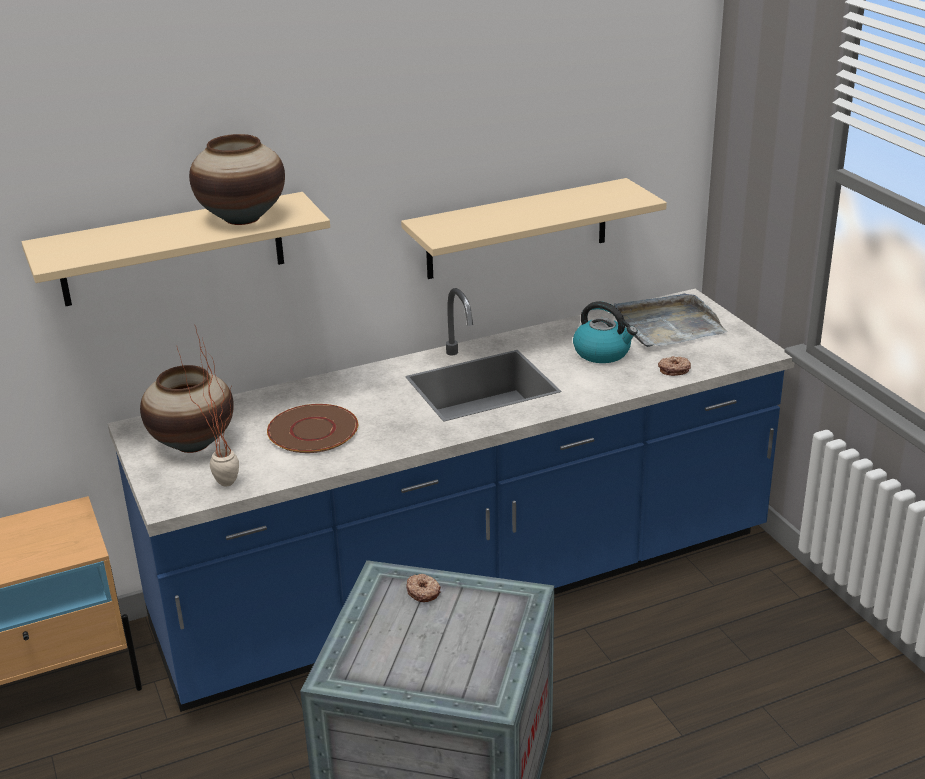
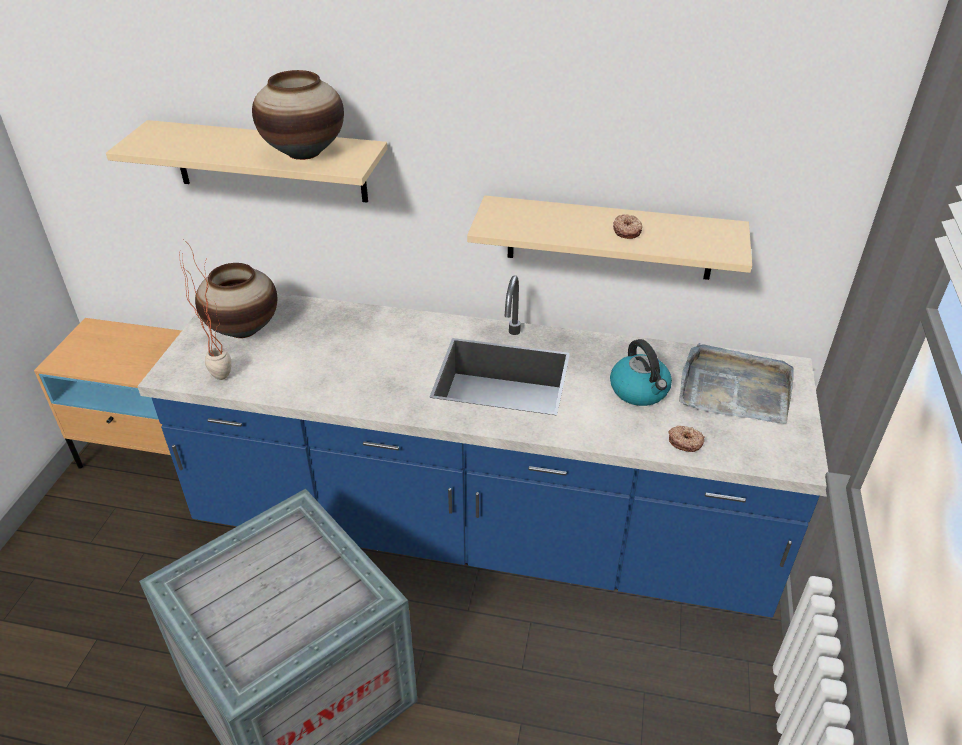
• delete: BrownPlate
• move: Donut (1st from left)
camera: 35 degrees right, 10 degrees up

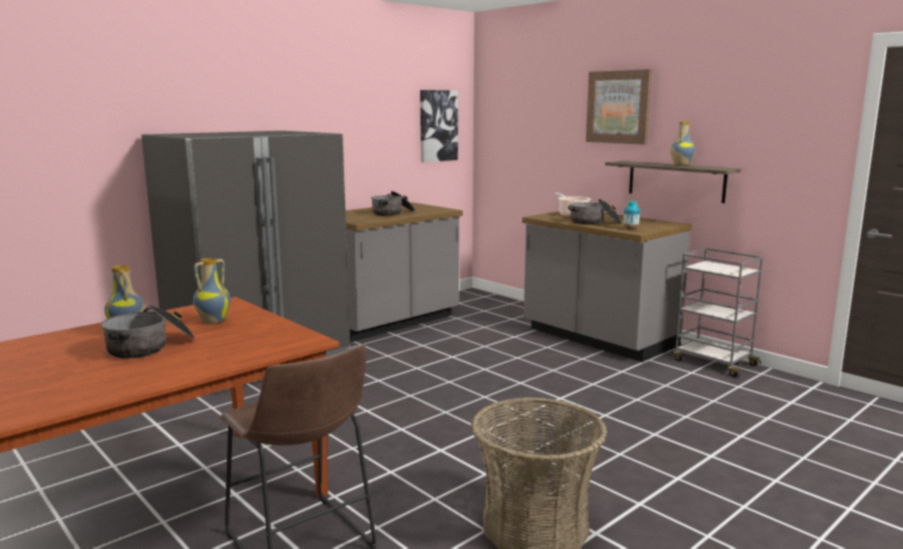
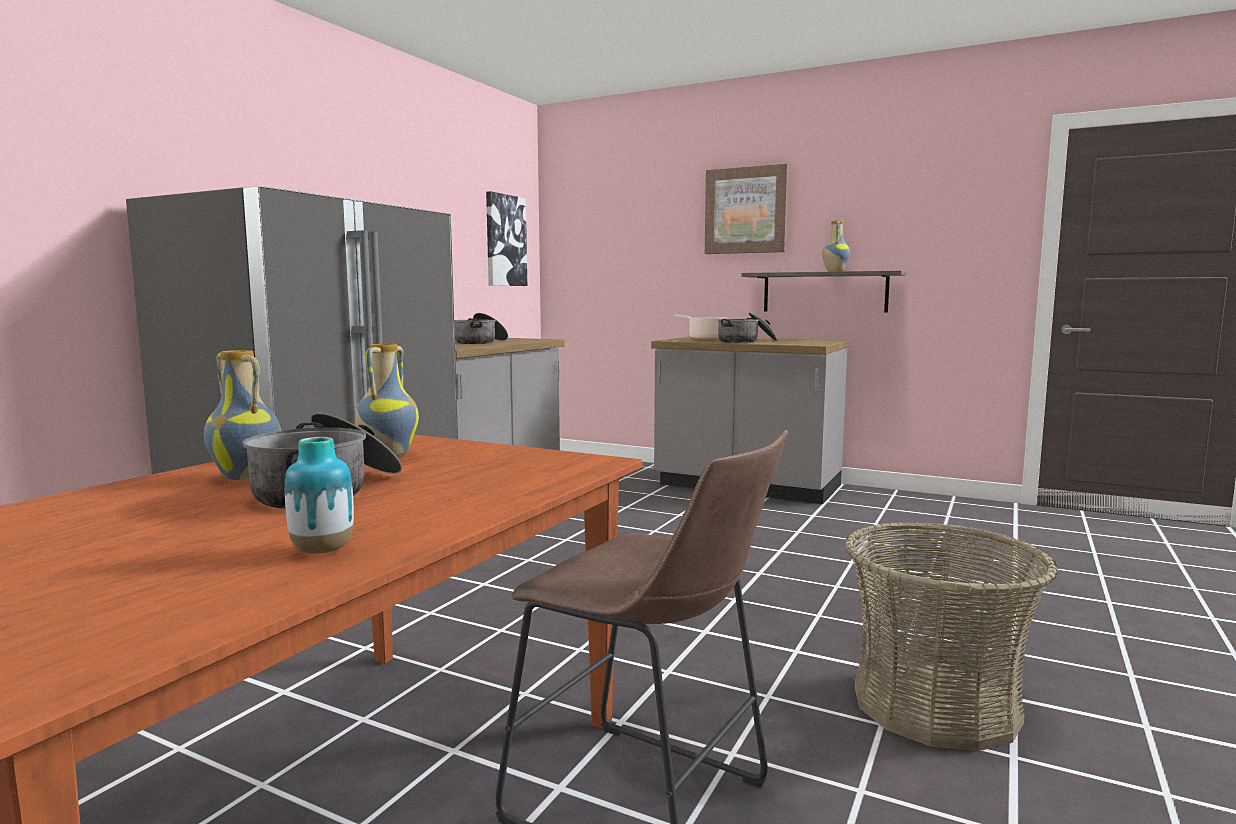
• delete: GreyCart
• move: Vase (3rd from left in the first image) to Vase (2nd from left)
camera: 20 degrees left, 5 degrees down

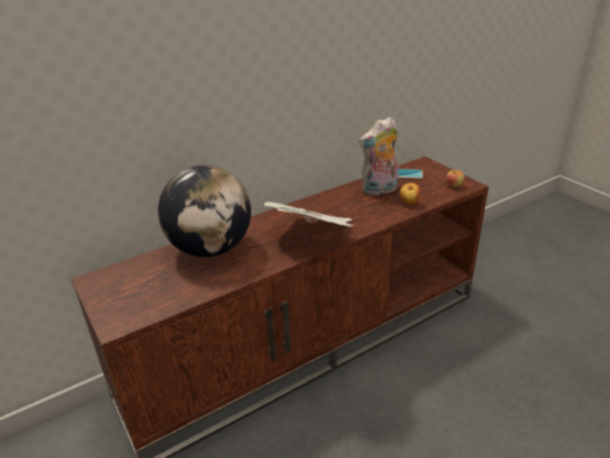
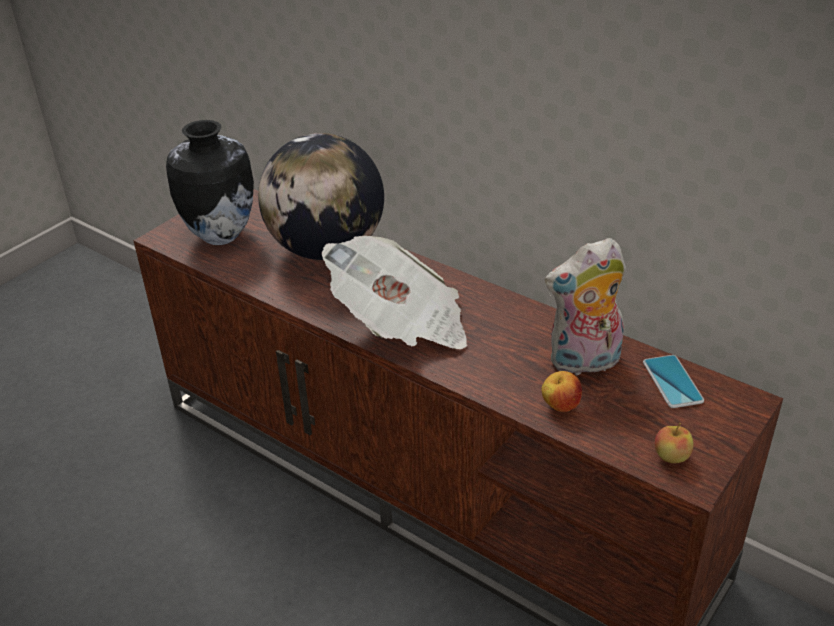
• insert: Vase
• rotate: PlushToy 60 degrees counterclockwise
camera: 70 degrees right, 5 degrees up

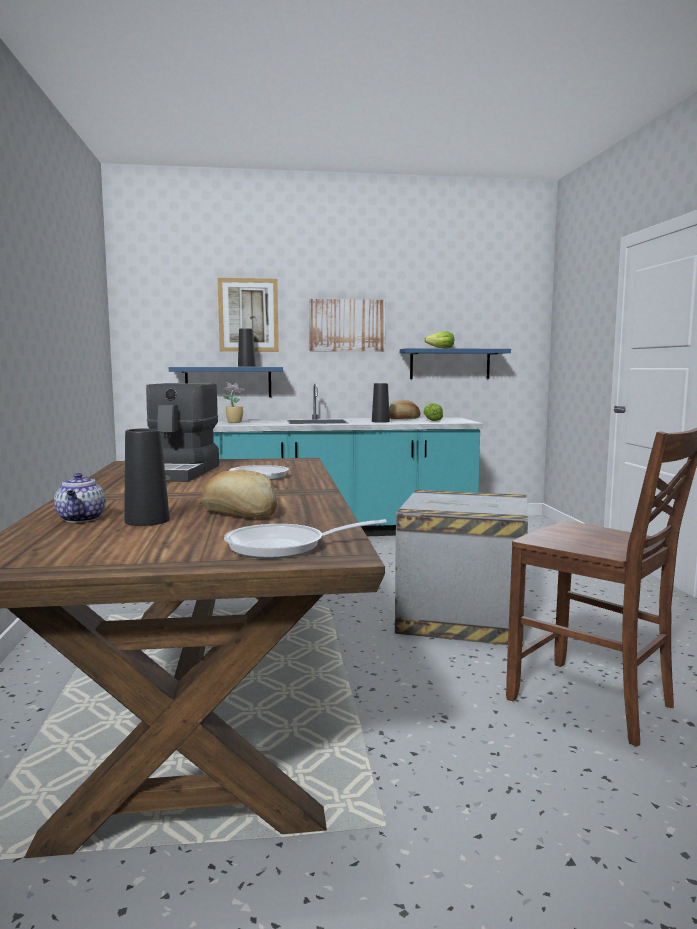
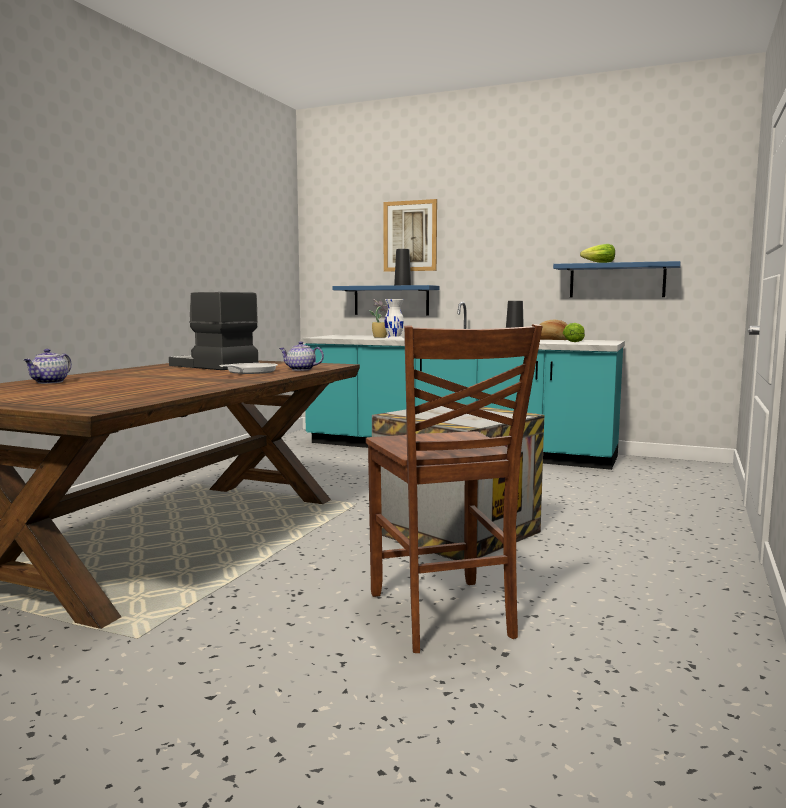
• delete: BlackVase (1st from left)
• delete: Bread (1st from left)
• delete: FryingPan (2nd from left)
• delete: Picture (2nd from left)
• insert: Teapot (2nd from left)
• insert: WhiteVase
• rotate: CoffeeMachine 90 degrees clockwise
camera: 30 degrees right, 0 degrees up

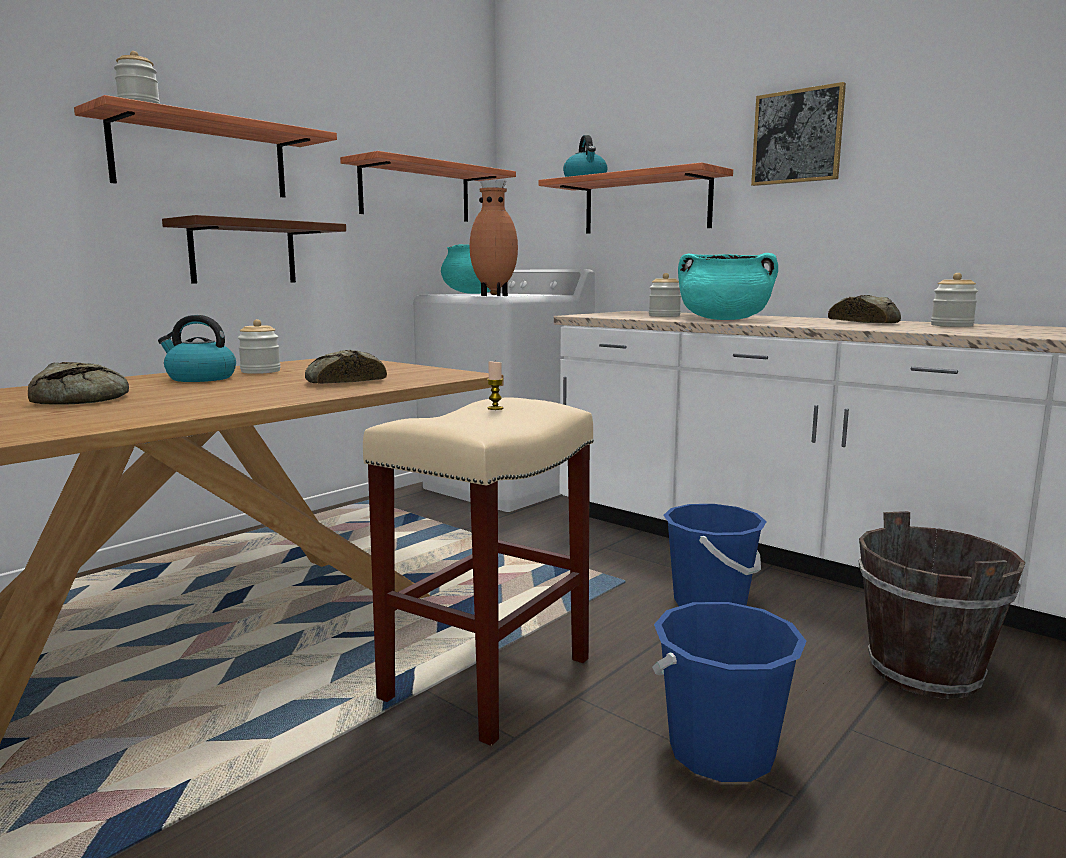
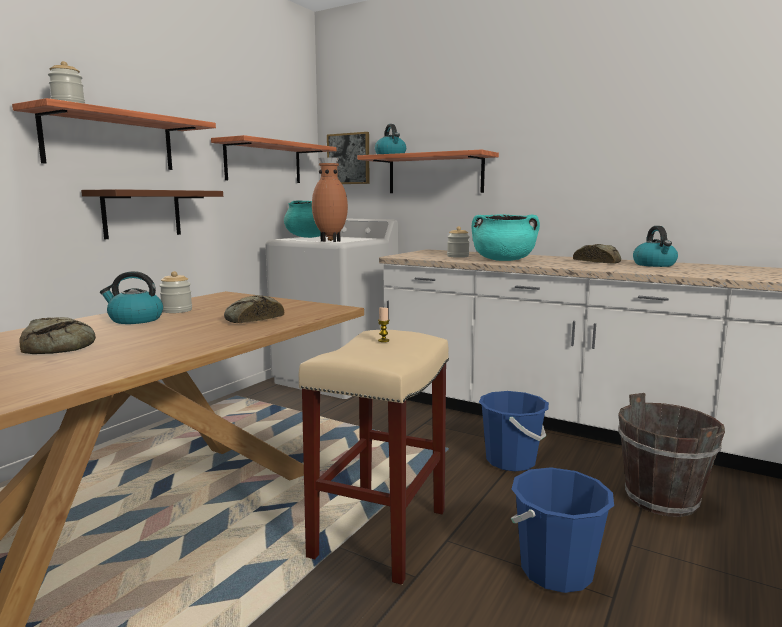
• move: Picture
• replace: Jar (4th from left) to Kettle (3rd from left)
camera: 10 degrees left, 0 degrees up

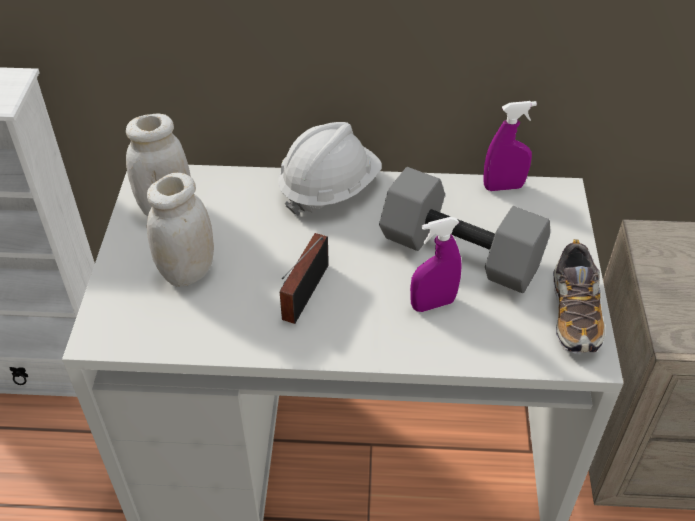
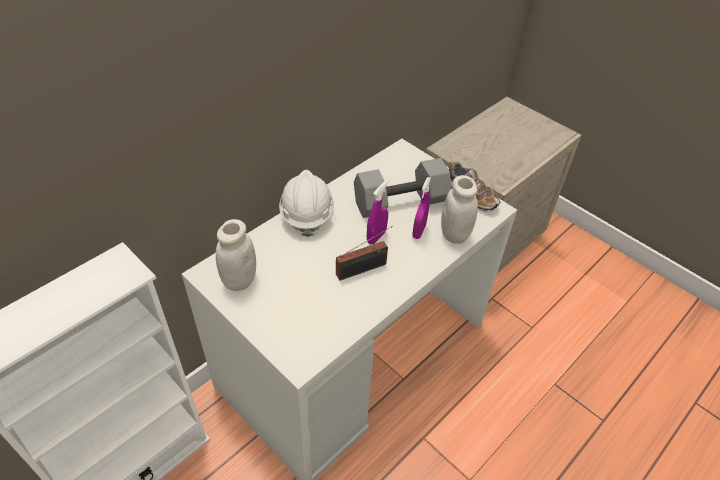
• move: WhiteJar (2nd from left)
• move: PurpleSprayBottle (2nd from left in the first image) to PurpleSprayBottle (1st from left)
• rotate: Radio 90 degrees counterclockwise
camera: 50 degrees left, 0 degrees up

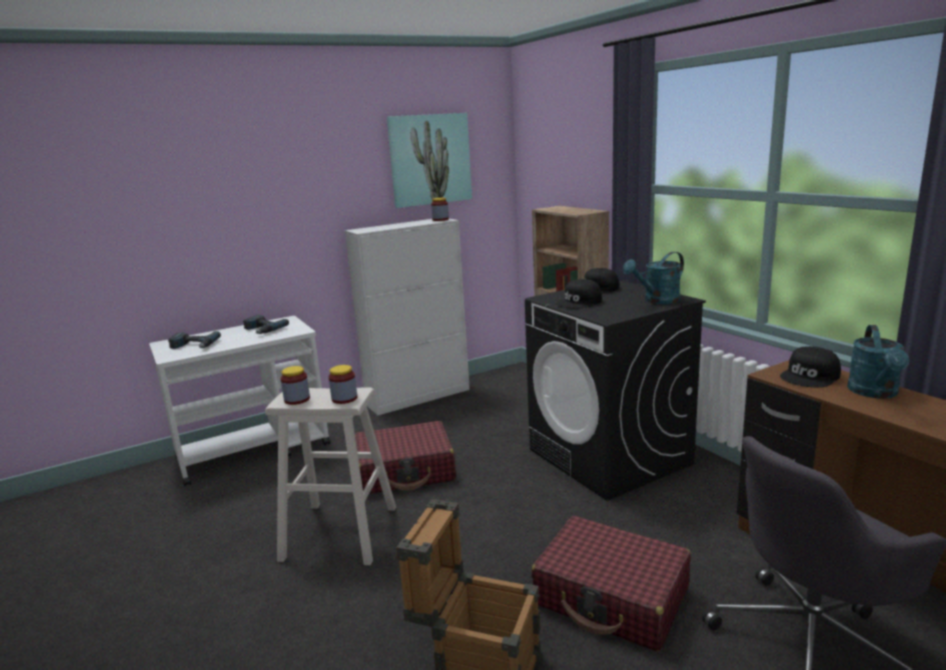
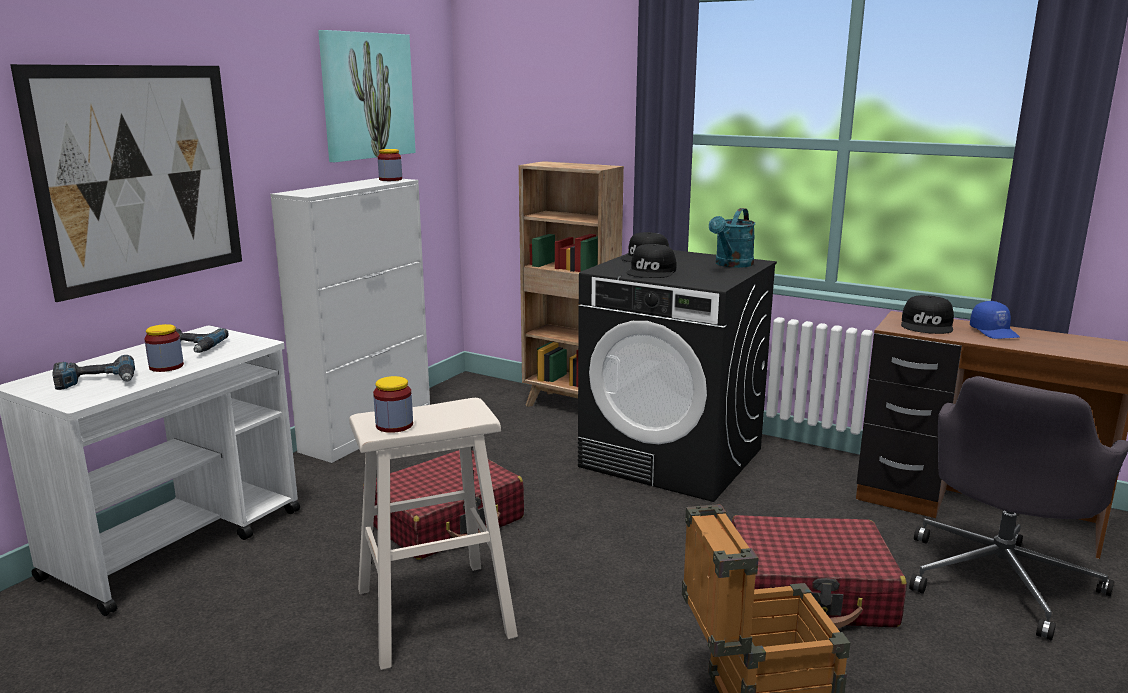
• insert: Picture (1st from left)
• move: Jar (2nd from left in the first image) to Jar (1st from left)
• replace: TurquoiseWateringCan (2nd from left) to BlueCap
camera: 30 degrees left, 0 degrees up

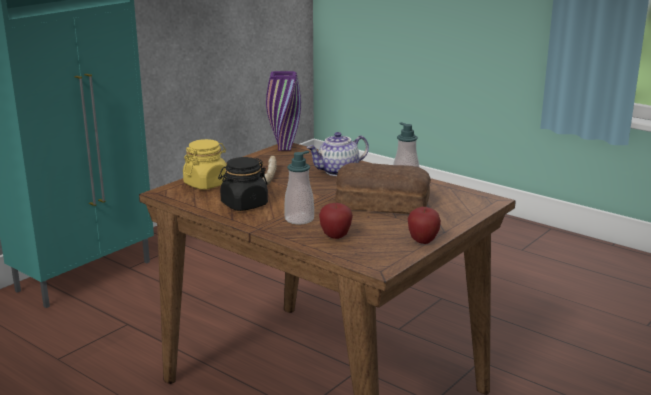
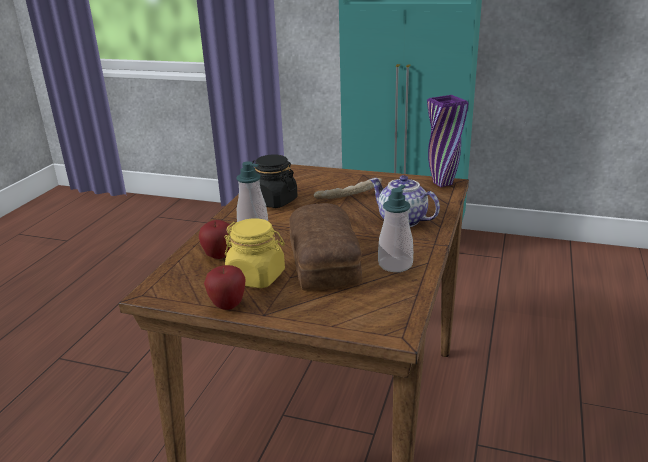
• move: YellowJar
camera: 70 degrees right, 5 degrees up

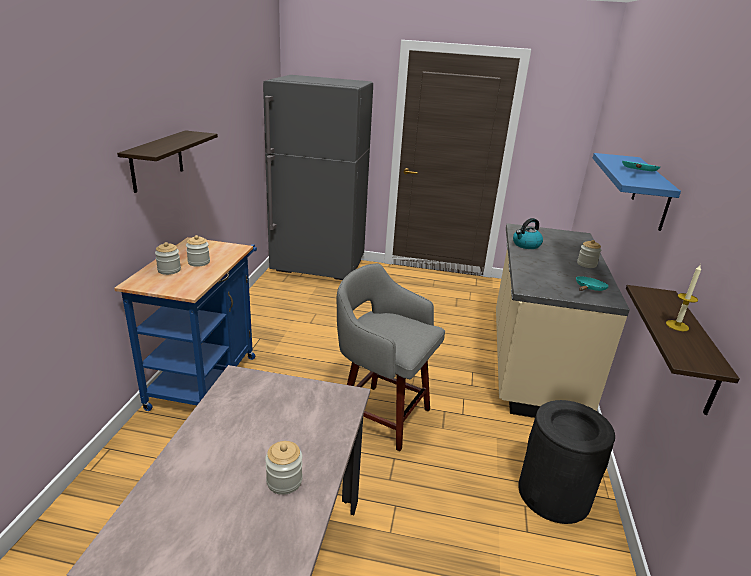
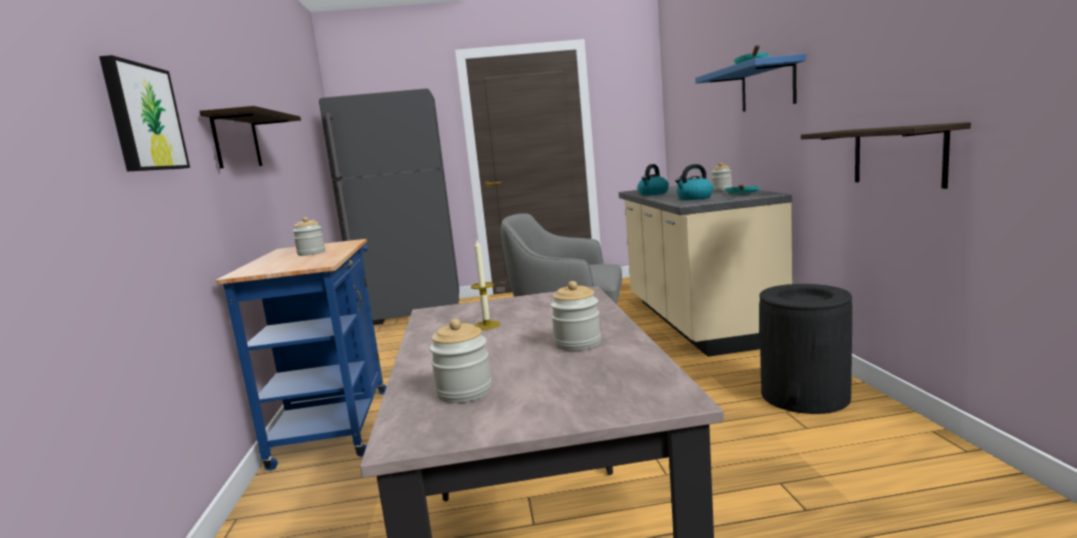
• insert: Picture
• insert: Kettle (2nd from left)
• move: Jar (1st from left in the first image) to Jar (2nd from left)
• move: Candle
camera: 15 degrees left, 15 degrees down

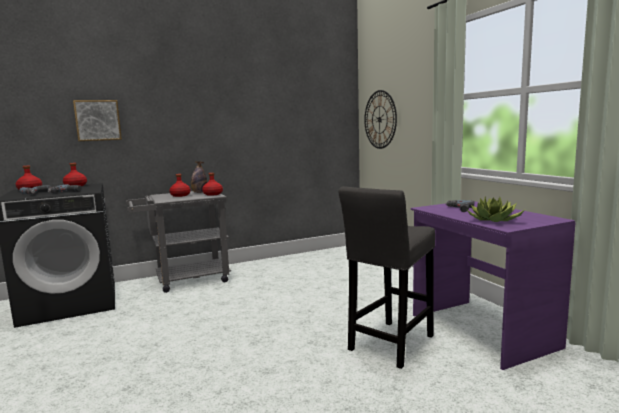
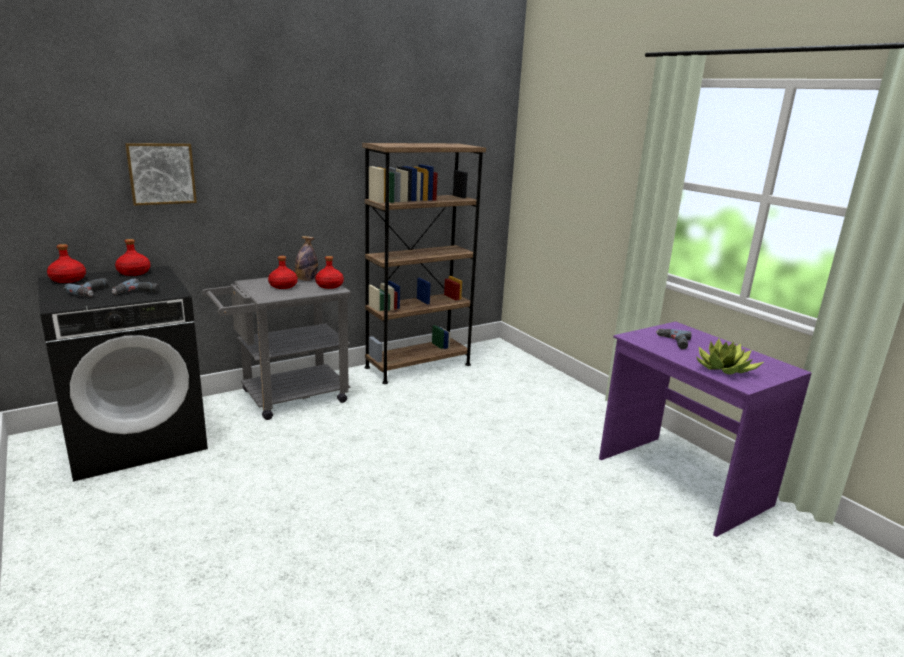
• delete: GreyStool
• delete: WallClock
• insert: BrownBookcase
camera: 10 degrees left, 10 degrees up

